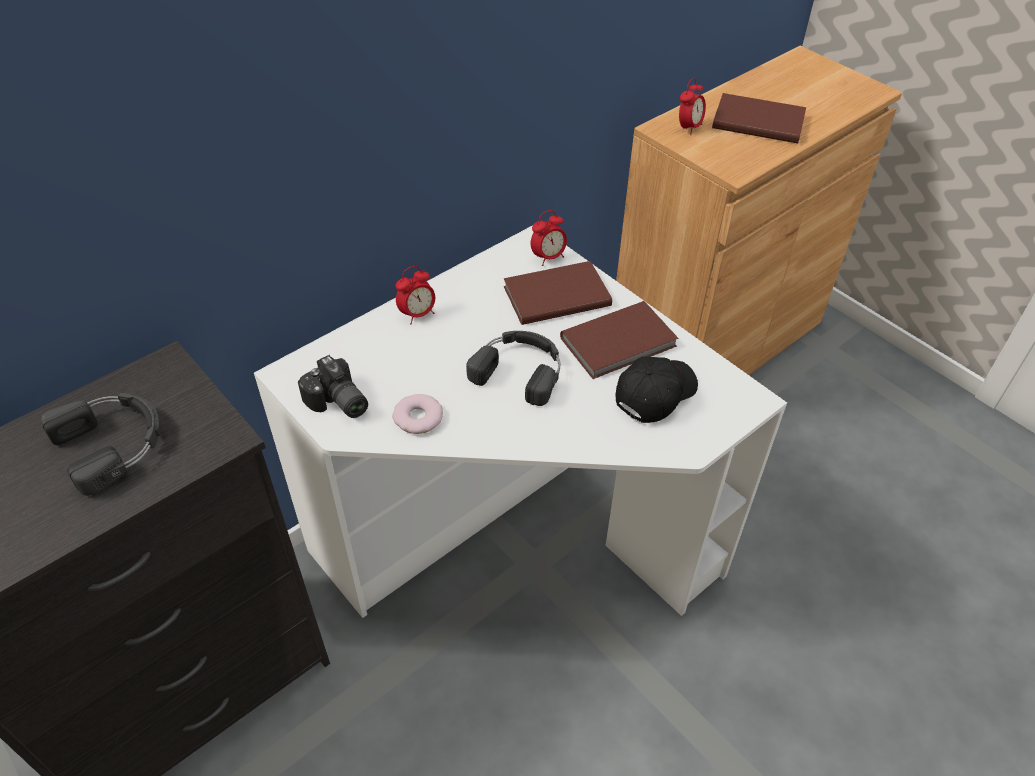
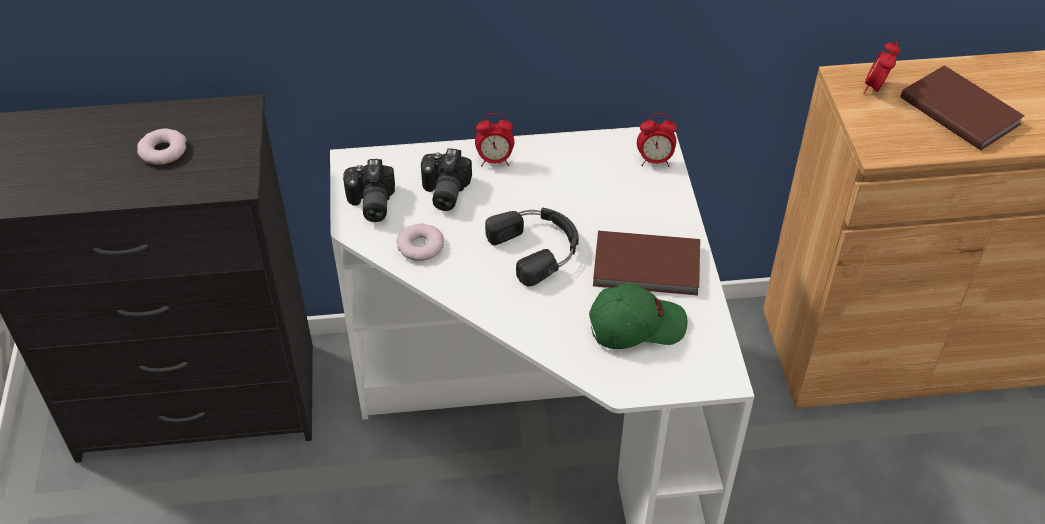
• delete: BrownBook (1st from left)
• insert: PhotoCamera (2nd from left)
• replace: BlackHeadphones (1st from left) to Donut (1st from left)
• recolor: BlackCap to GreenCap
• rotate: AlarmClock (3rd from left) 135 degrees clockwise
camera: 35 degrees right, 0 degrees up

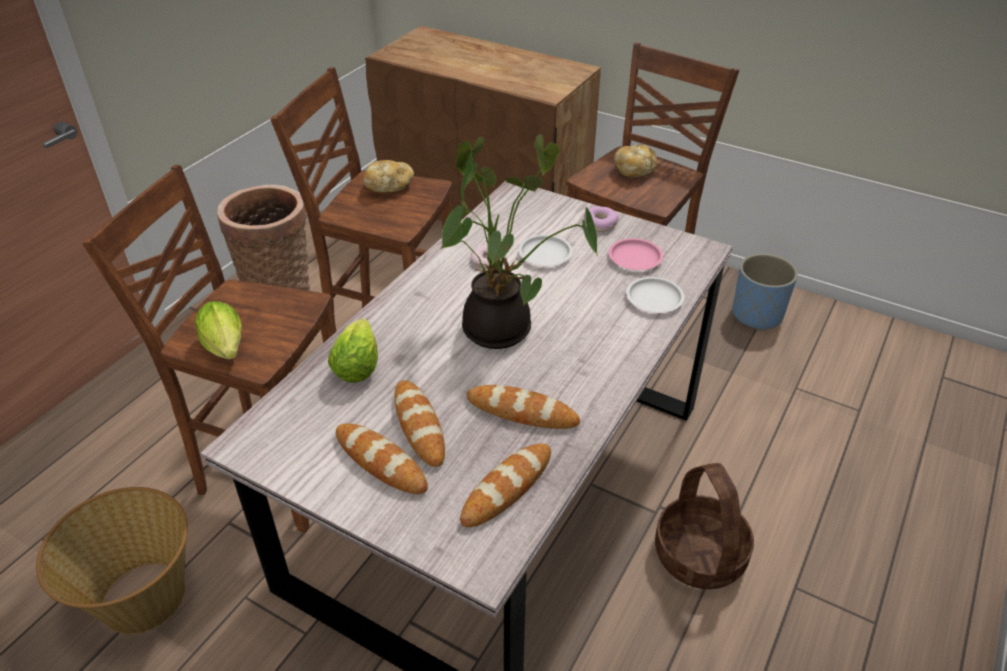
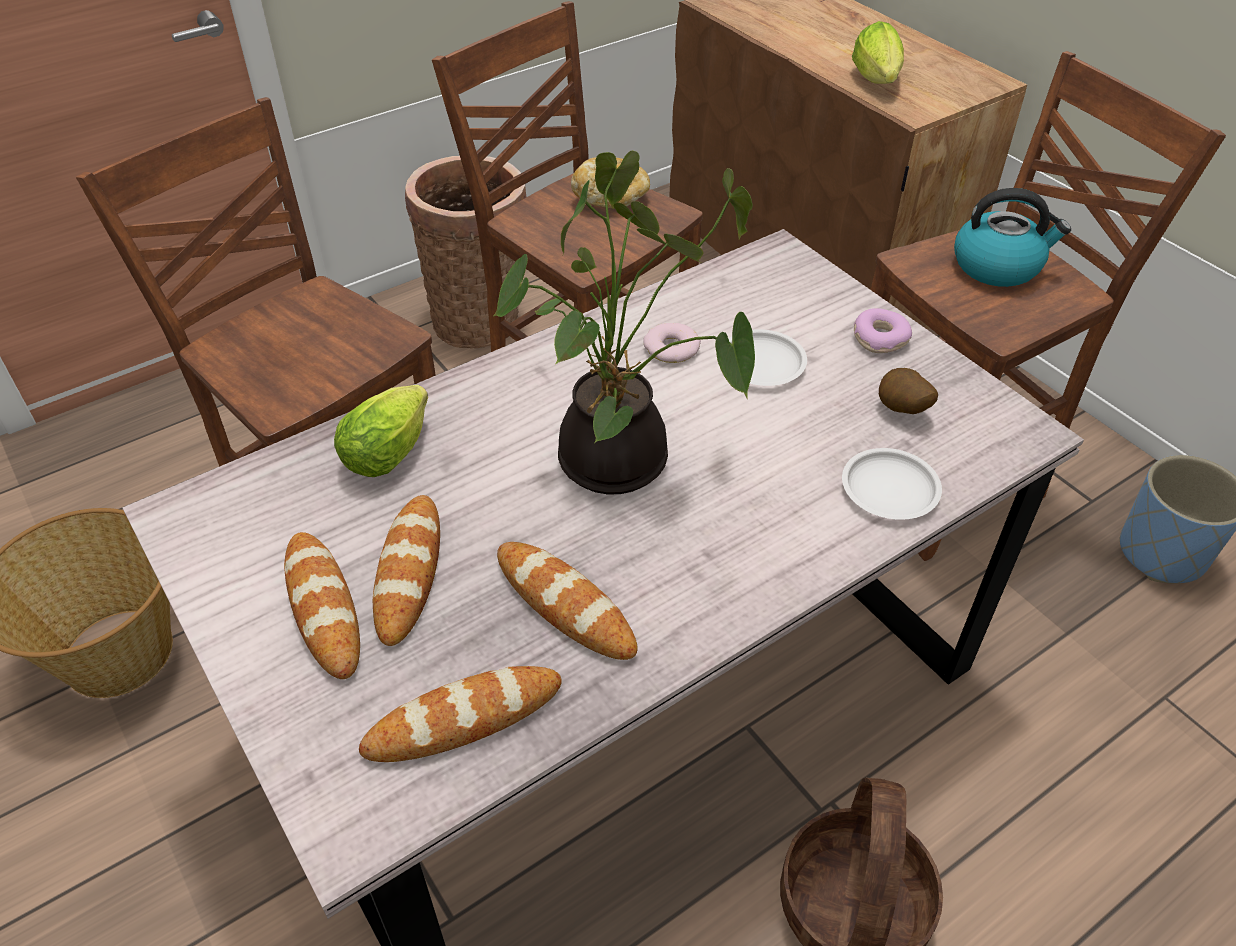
• move: Lettuce (1st from left in the first image) to Lettuce (2nd from left)
• replace: PinkPlate to Potato
• replace: Bread (6th from left) to Kettle
camera: 25 degrees right, 5 degrees up

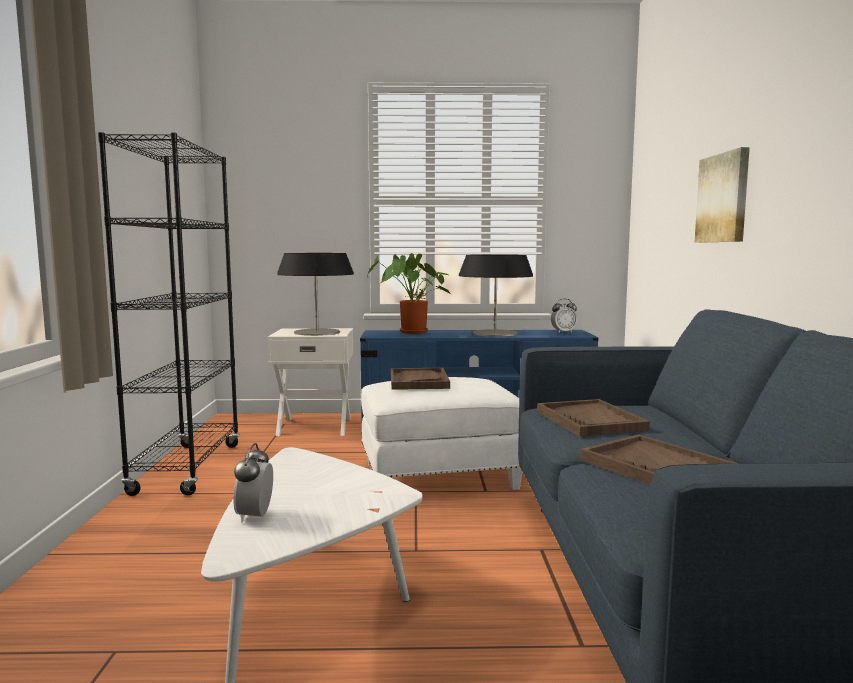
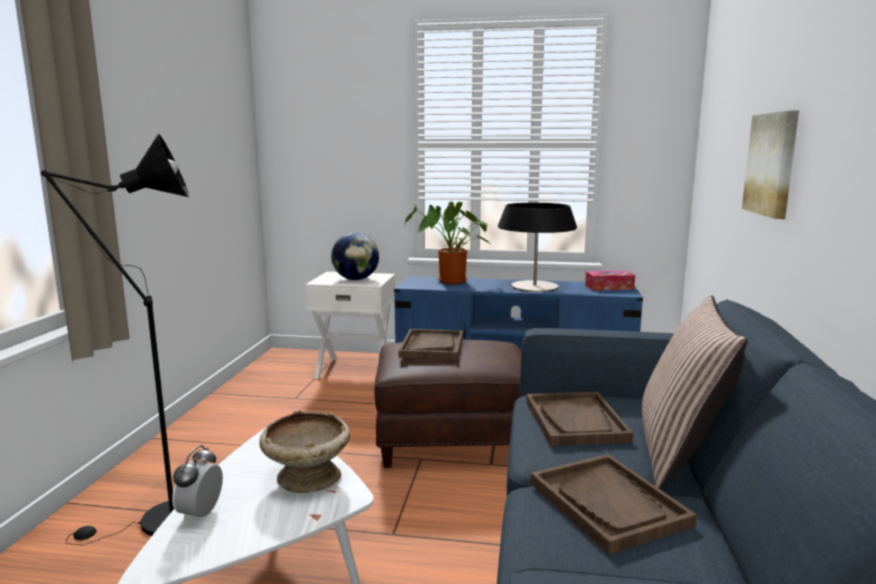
• delete: BlackBookcase
• insert: BlackFloorLamp
• insert: BeigeBowl
• insert: Pillow
• replace: TableLamp (1st from left) to Globe
• replace: AlarmClock (2nd from left) to TissueBox
• recolor: WhiteOttoman to BrownOttoman
camera: 10 degrees right, 5 degrees up

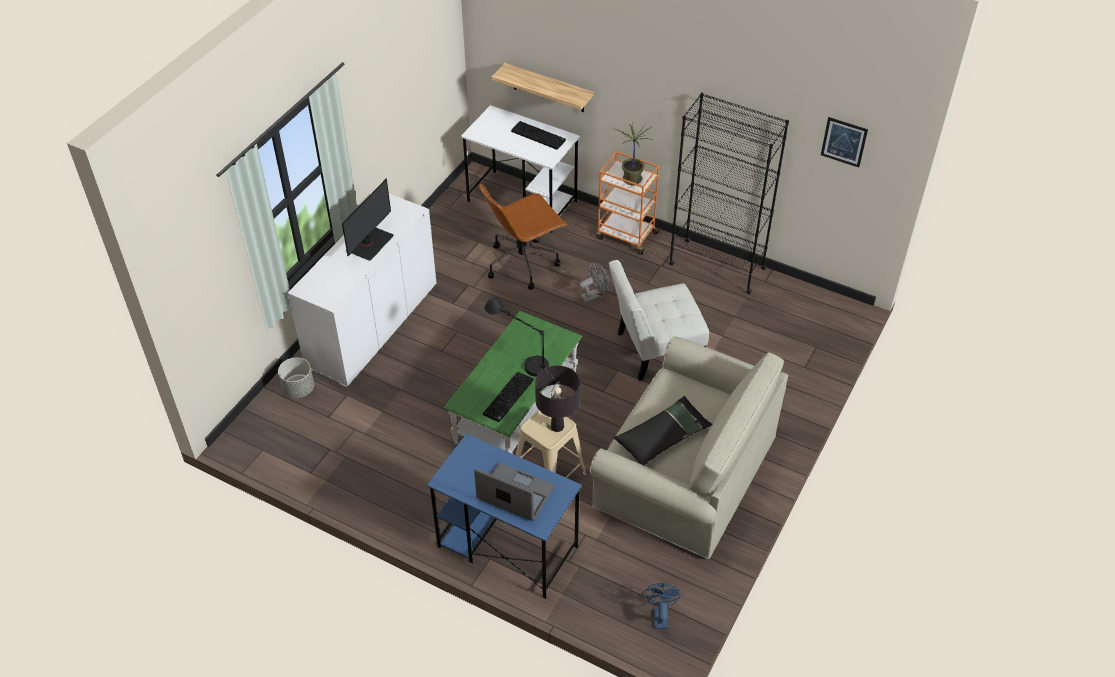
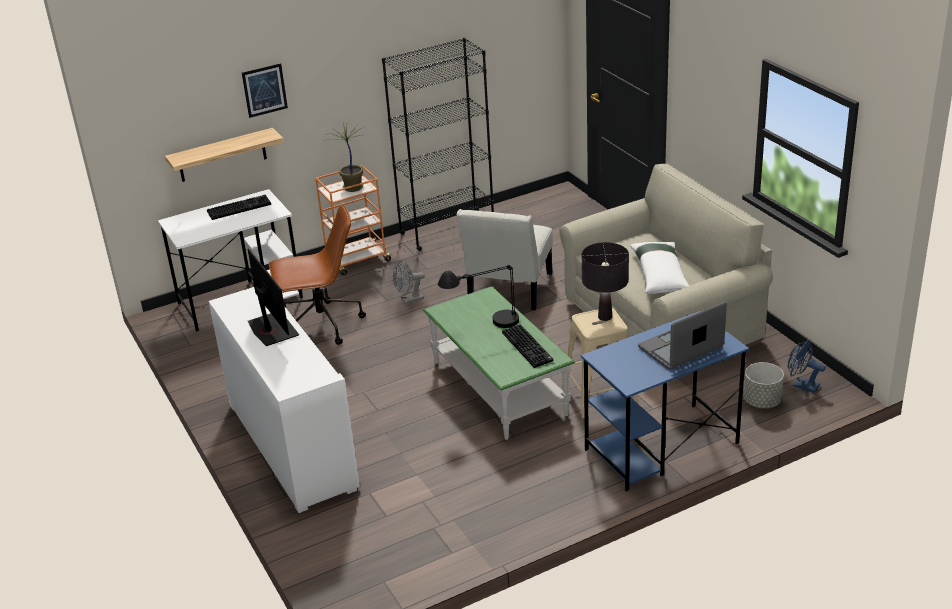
• move: GreyPlanter
• move: Picture
• recolor: BlackPillow to WhitePillow
• rotate: BrownOfficeChair 105 degrees counterclockwise
• rotate: GreyFan 120 degrees counterclockwise
camera: 55 degrees left, 15 degrees down

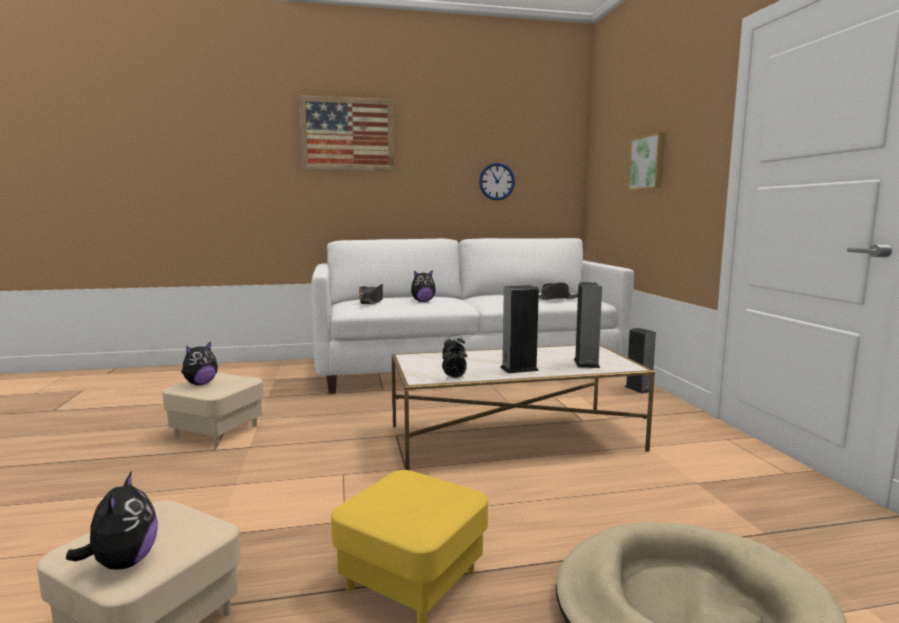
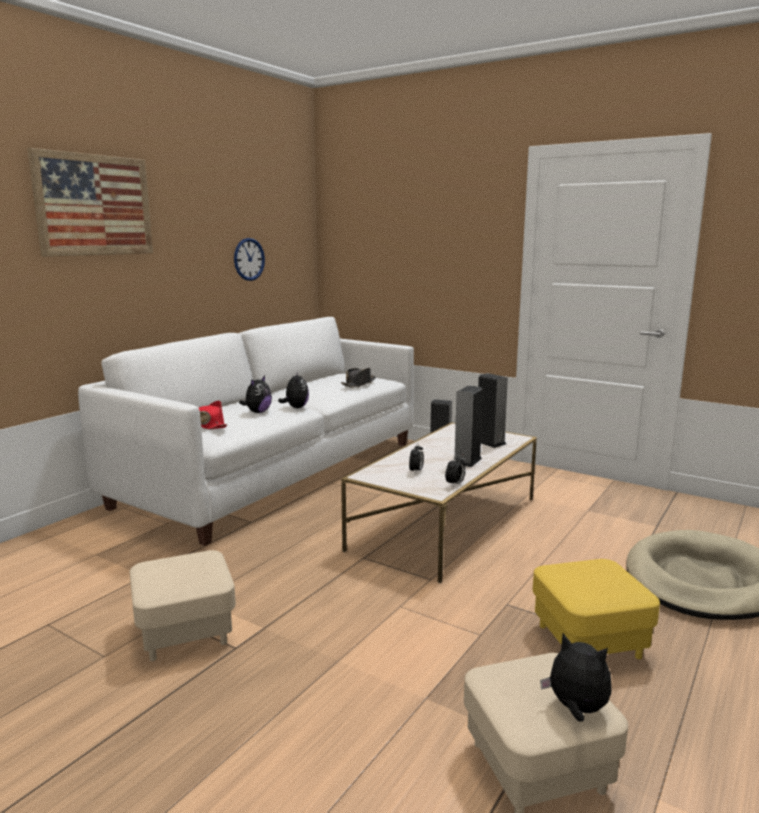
• delete: Picture (2nd from left)
• move: PlushToy (2nd from left)
• recolor: BlackHat (1st from left) to RedHat
camera: 45 degrees left, 5 degrees up

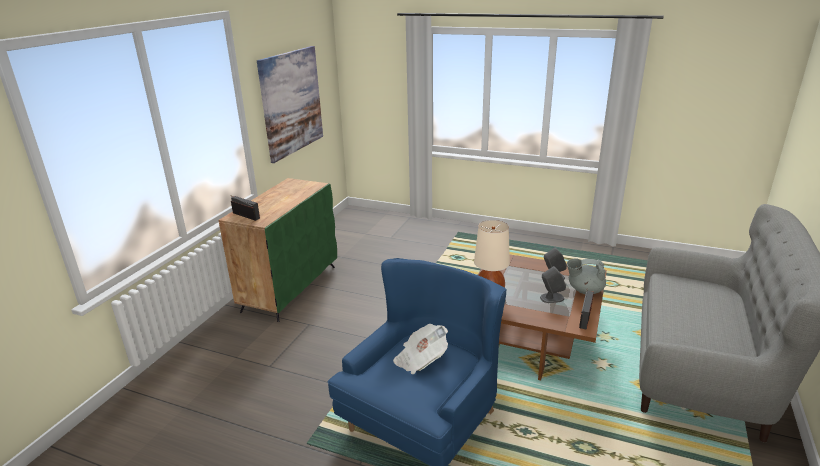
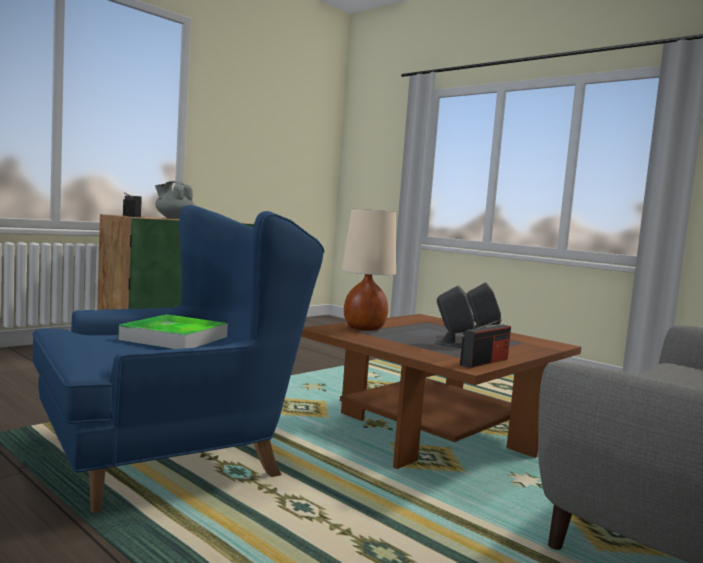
• delete: Picture
• move: GreyTeapot
• replace: Newspaper to Tray
camera: 20 degrees right, 20 degrees down

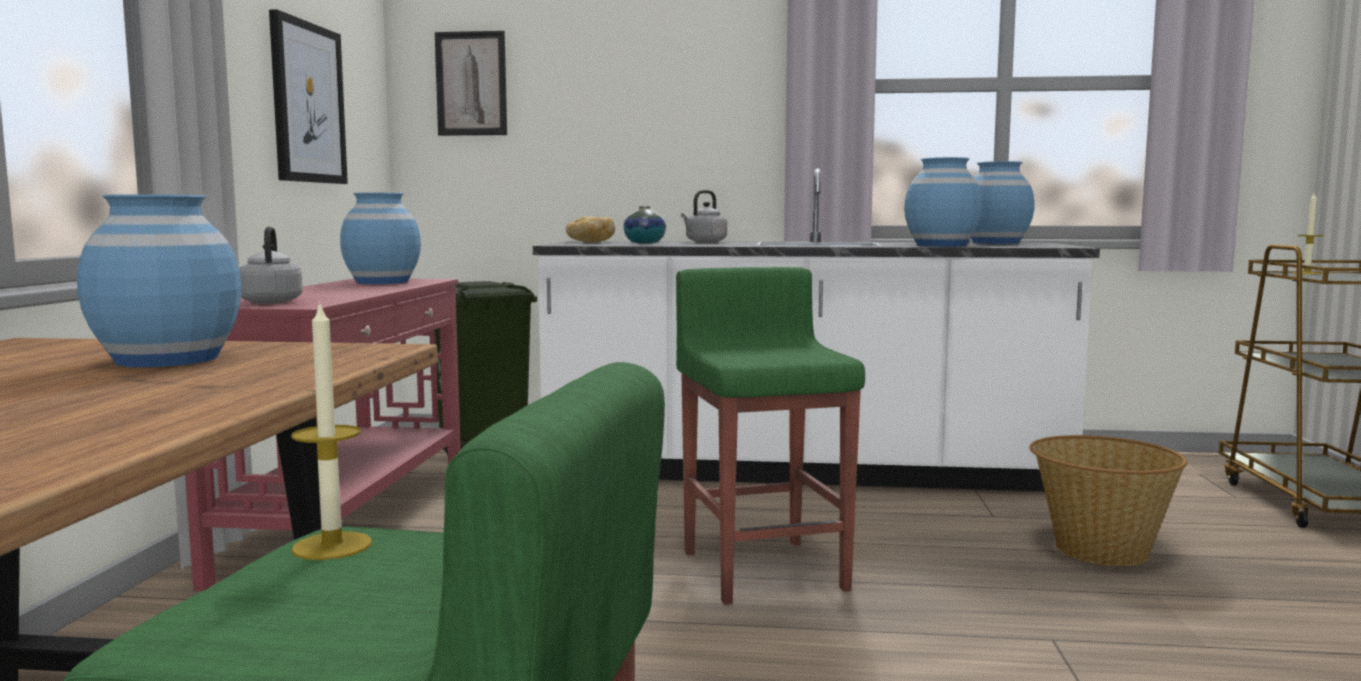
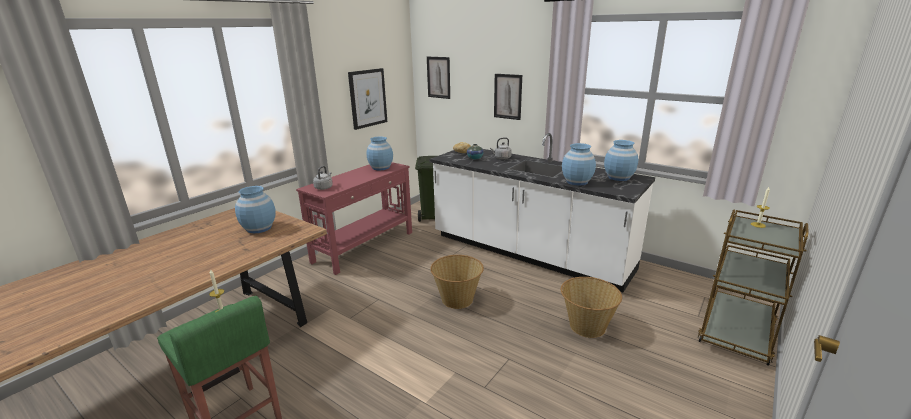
• insert: Picture (3rd from left)
• replace: GreenStool (2nd from left) to Basket (1st from left)
camera: 30 degrees right, 15 degrees up

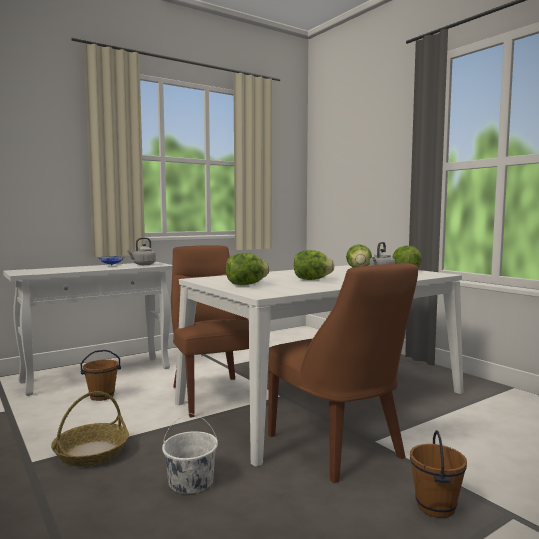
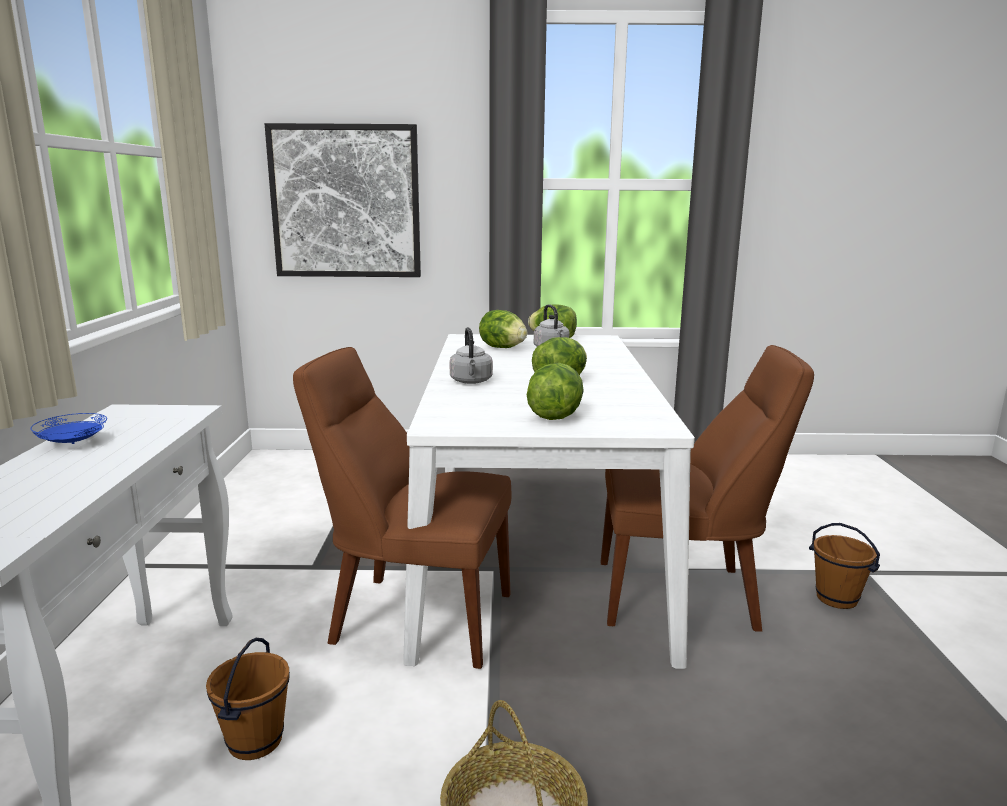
• delete: WhiteBucket
• insert: Picture
• move: GreyKettle (1st from left)
camera: 55 degrees left, 10 degrees up

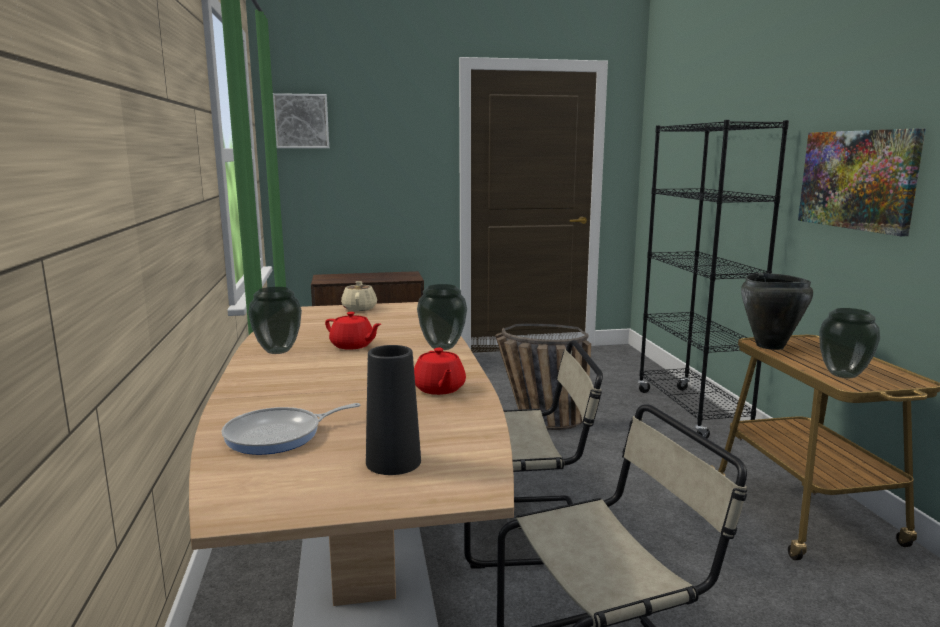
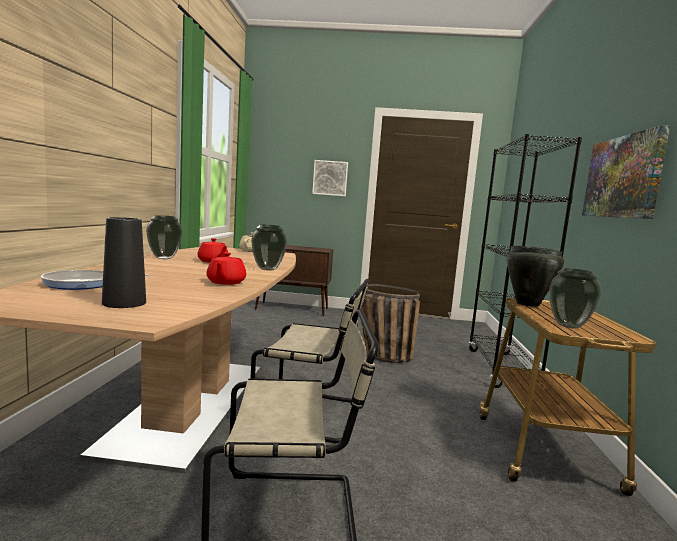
• move: Picture (1st from left)
camera: 15 degrees right, 5 degrees down

